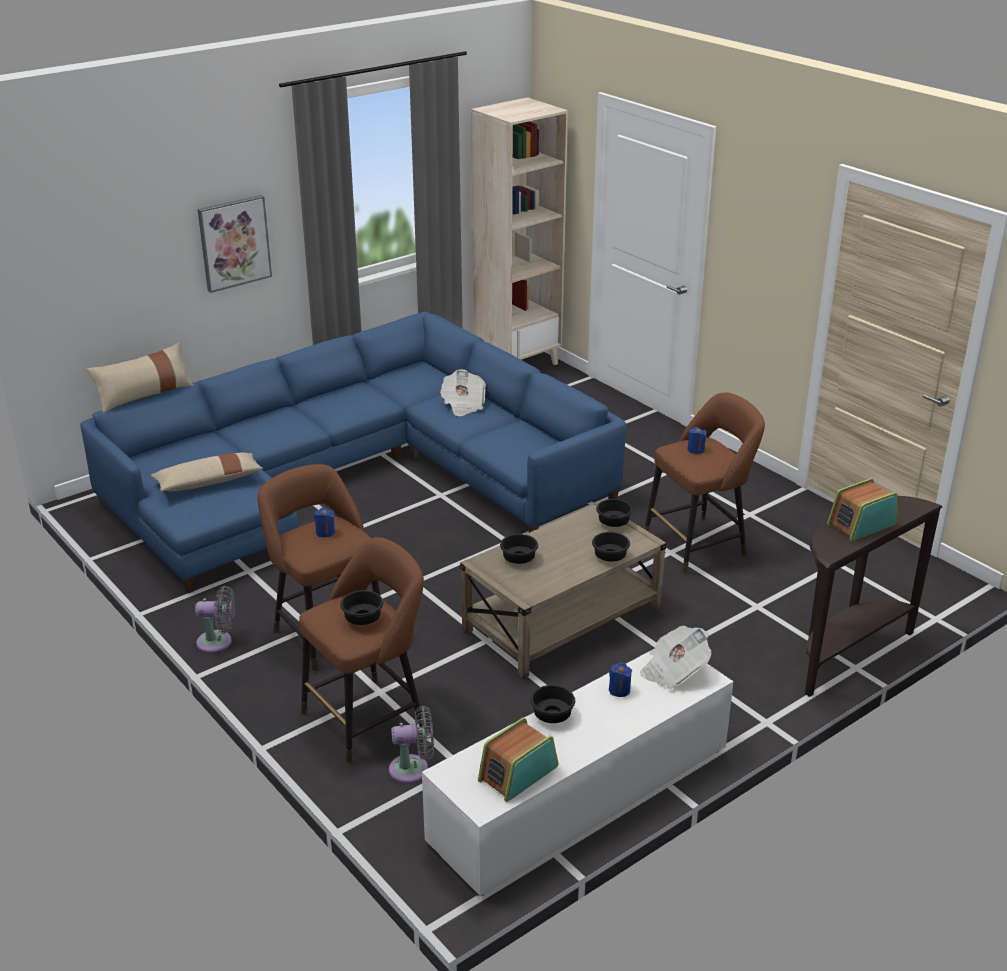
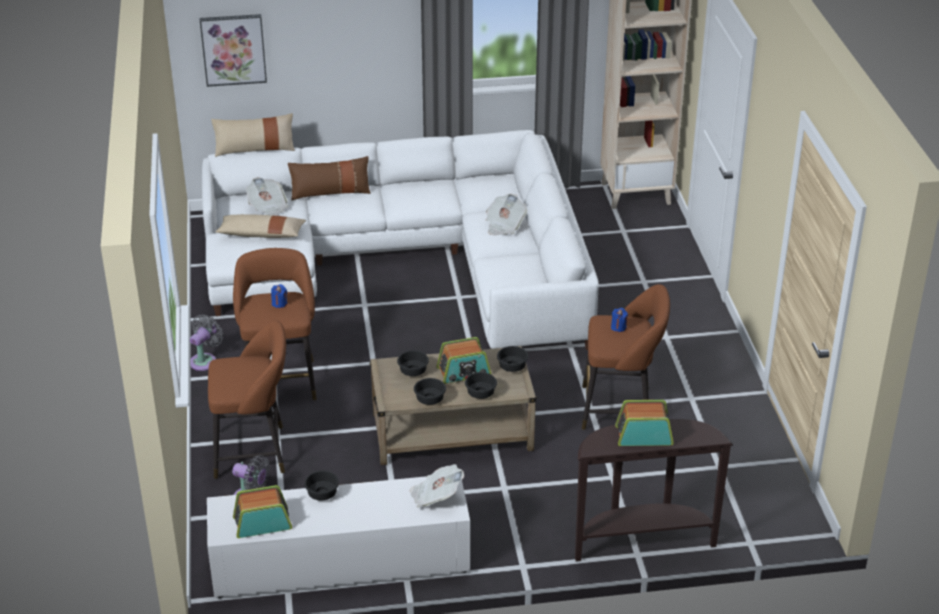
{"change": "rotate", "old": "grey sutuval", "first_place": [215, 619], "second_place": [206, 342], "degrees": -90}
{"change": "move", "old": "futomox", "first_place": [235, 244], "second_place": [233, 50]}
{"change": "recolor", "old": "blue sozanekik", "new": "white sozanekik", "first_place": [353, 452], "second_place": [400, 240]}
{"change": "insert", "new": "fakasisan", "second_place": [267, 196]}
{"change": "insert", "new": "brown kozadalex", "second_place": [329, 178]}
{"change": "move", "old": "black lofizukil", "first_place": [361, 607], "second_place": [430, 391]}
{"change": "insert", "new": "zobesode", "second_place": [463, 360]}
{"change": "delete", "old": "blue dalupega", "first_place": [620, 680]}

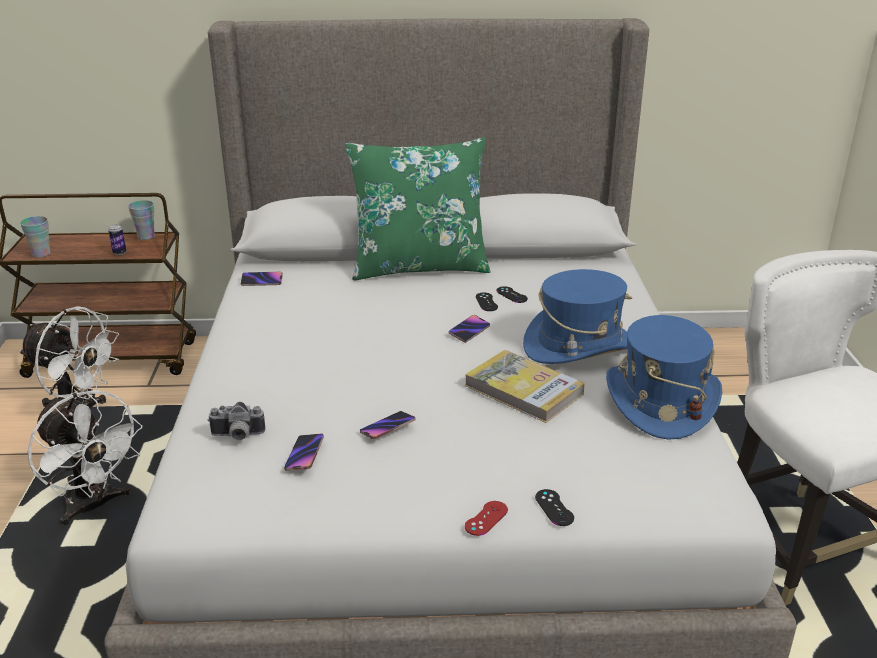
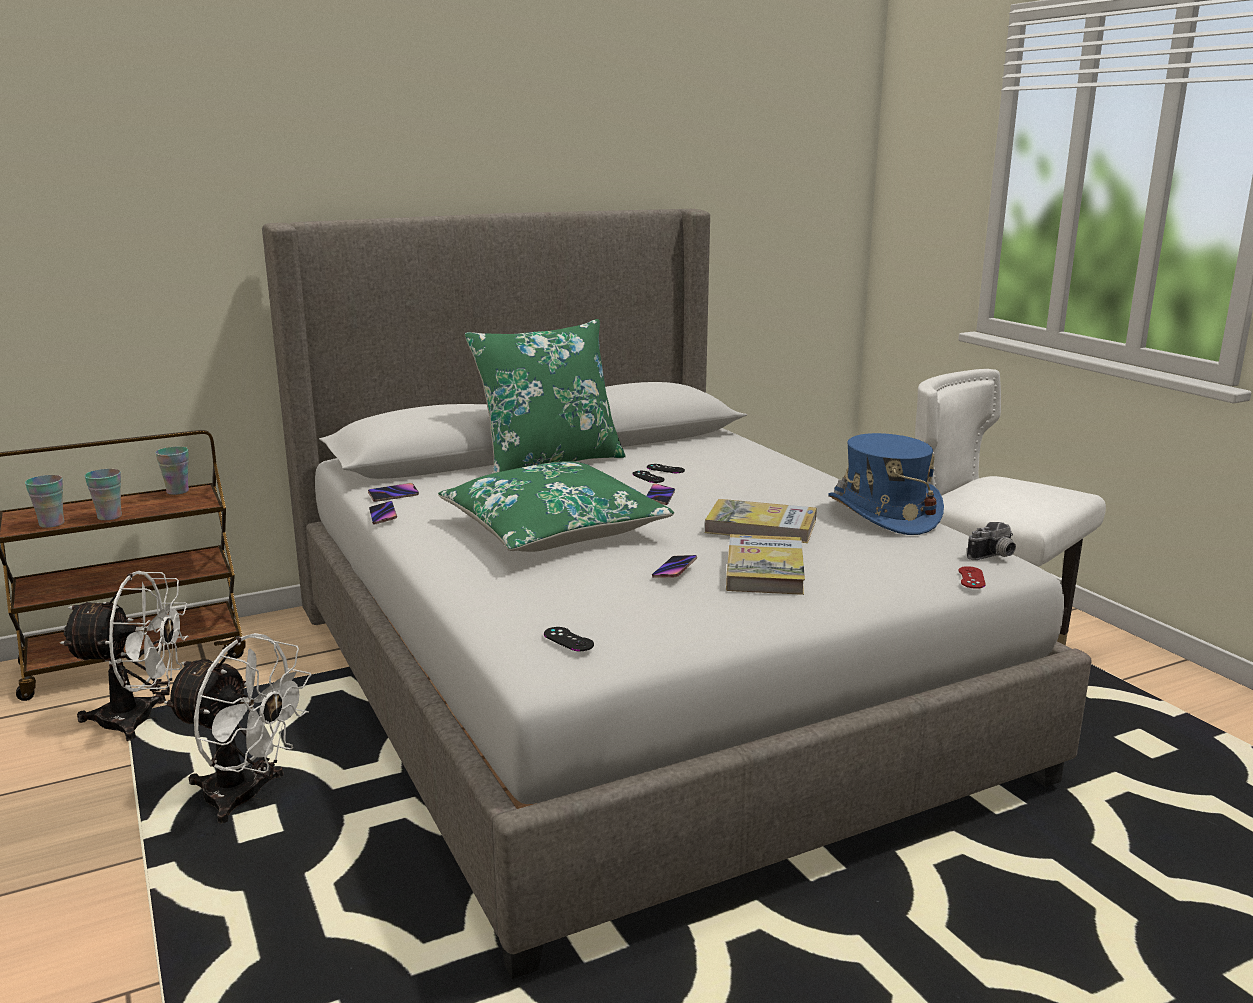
{"change": "insert", "new": "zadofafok", "second_place": [103, 494]}
{"change": "move", "old": "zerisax", "first_place": [304, 452], "second_place": [383, 513]}
{"change": "insert", "new": "green kozadalex", "second_place": [556, 506]}
{"change": "move", "old": "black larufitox", "first_place": [554, 507], "second_place": [569, 639]}
{"change": "insert", "new": "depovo", "second_place": [765, 564]}
{"change": "move", "old": "red larufitox", "first_place": [486, 518], "second_place": [972, 577]}
{"change": "move", "old": "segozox", "first_place": [236, 421], "second_place": [991, 541]}
{"change": "delete", "old": "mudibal", "first_place": [117, 239]}
{"change": "delete", "old": "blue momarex", "first_place": [577, 316]}

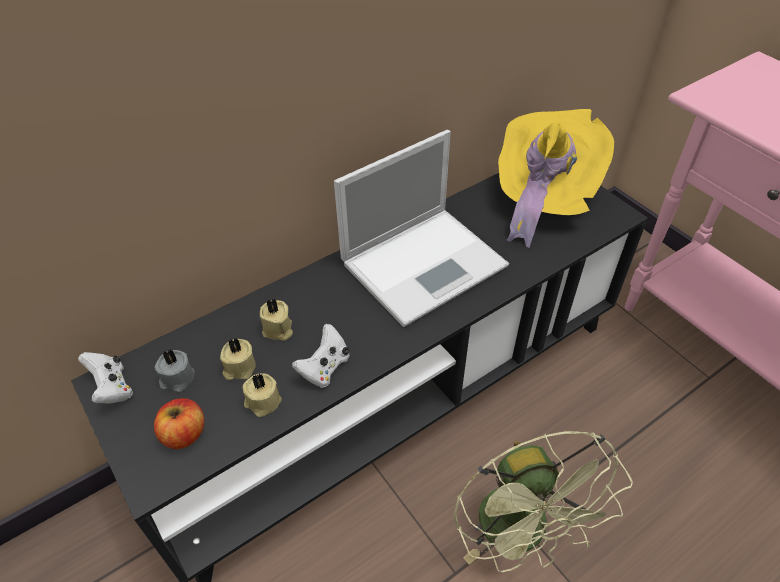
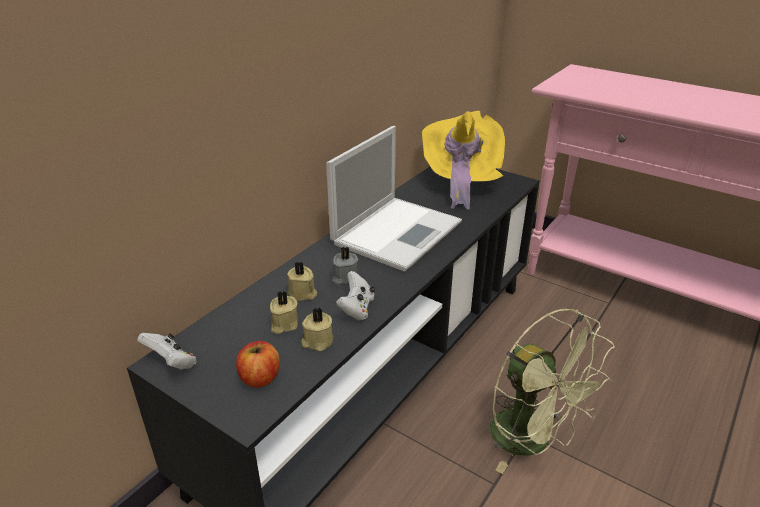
{"change": "move", "old": "grey dalupega", "first_place": [174, 370], "second_place": [345, 265]}

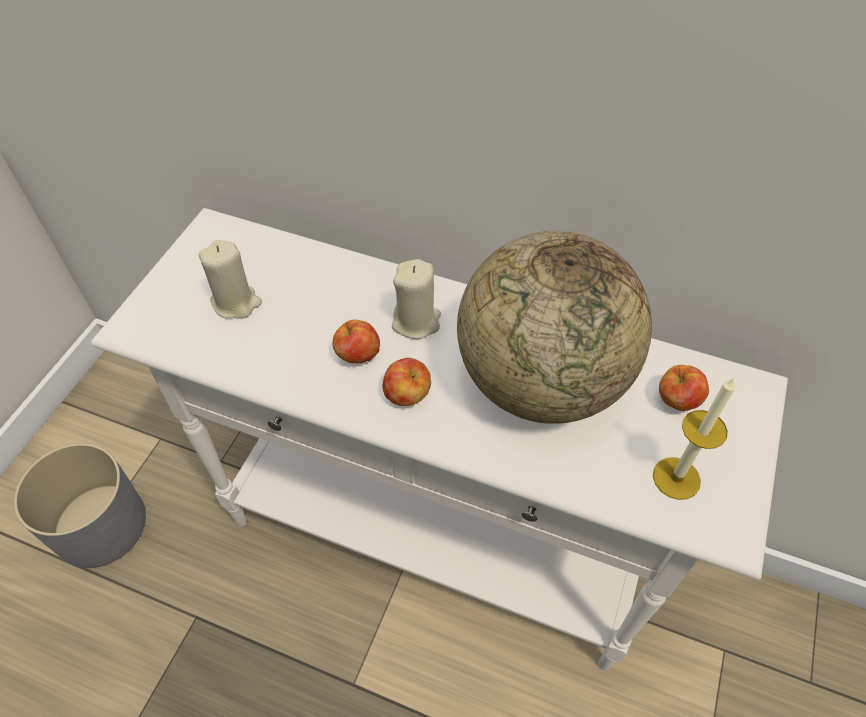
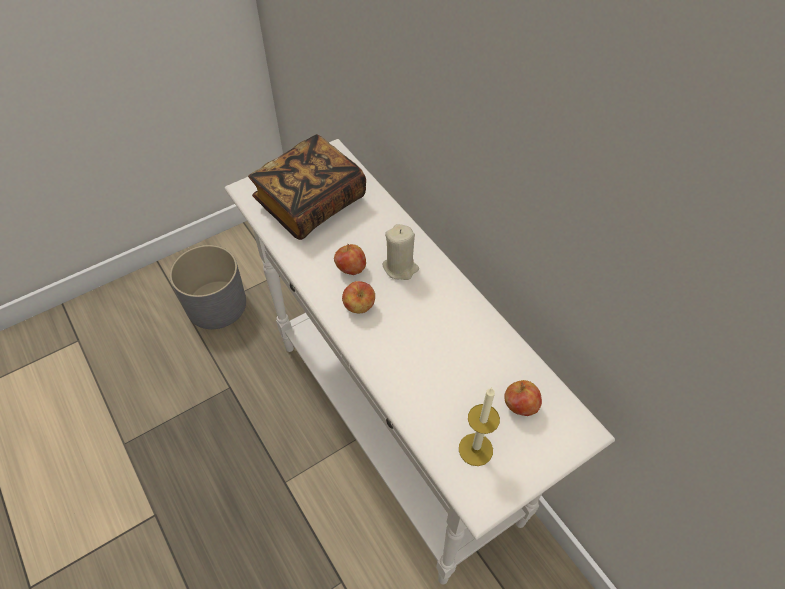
{"change": "replace", "old": "beige dalupega", "new": "depovo", "first_place": [230, 279], "second_place": [307, 187]}
{"change": "delete", "old": "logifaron", "first_place": [554, 327]}

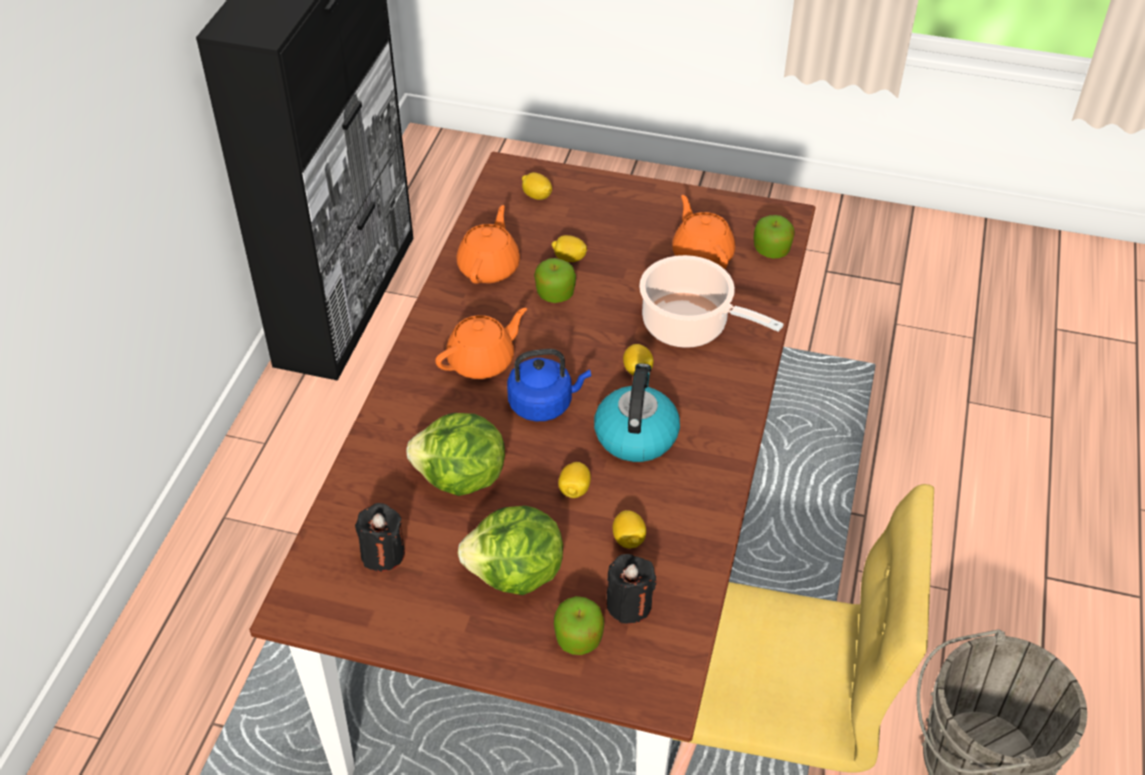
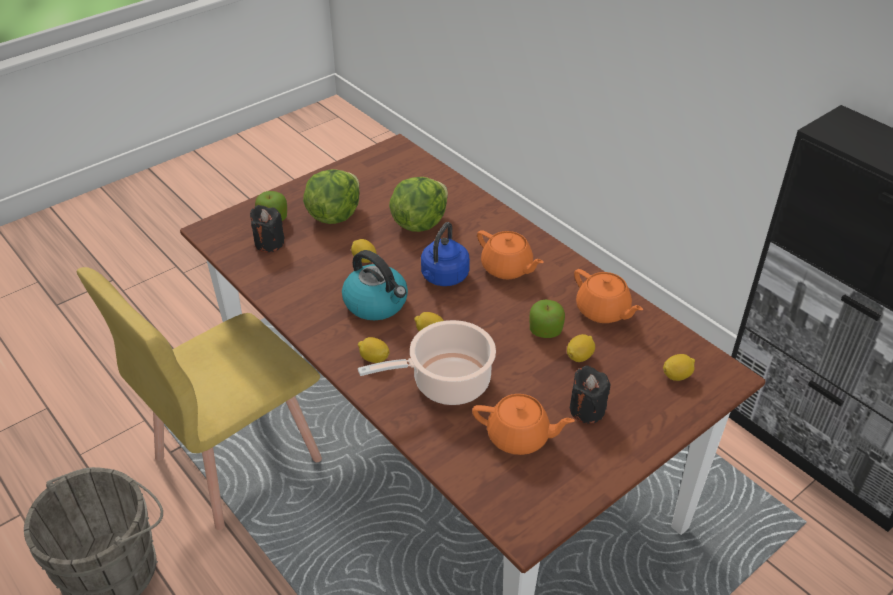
{"change": "move", "old": "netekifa", "first_place": [629, 529], "second_place": [374, 350]}
{"change": "rotate", "old": "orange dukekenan", "first_place": [481, 343], "second_place": [510, 254], "degrees": -45}
{"change": "move", "old": "black dalupega", "first_place": [380, 537], "second_place": [590, 394]}
{"change": "delete", "old": "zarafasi", "first_place": [774, 237]}

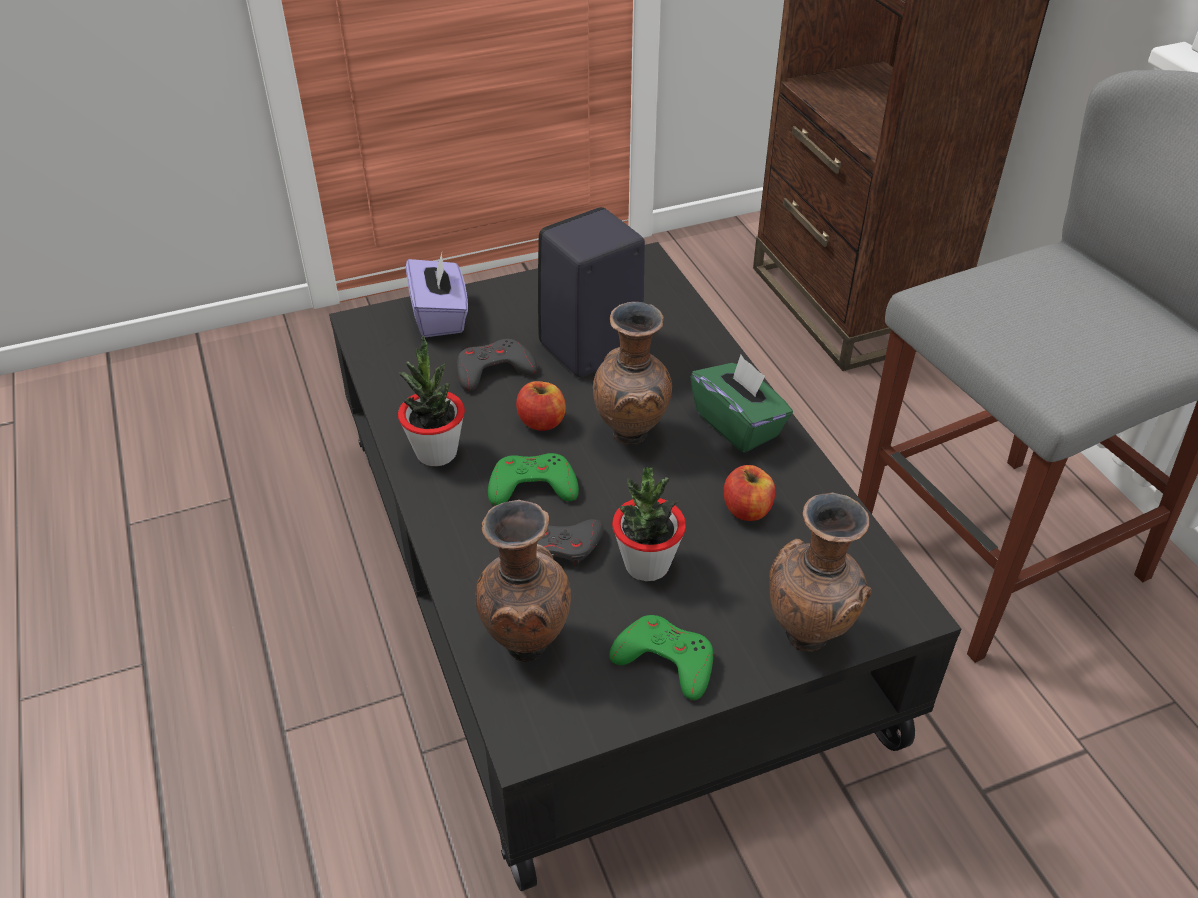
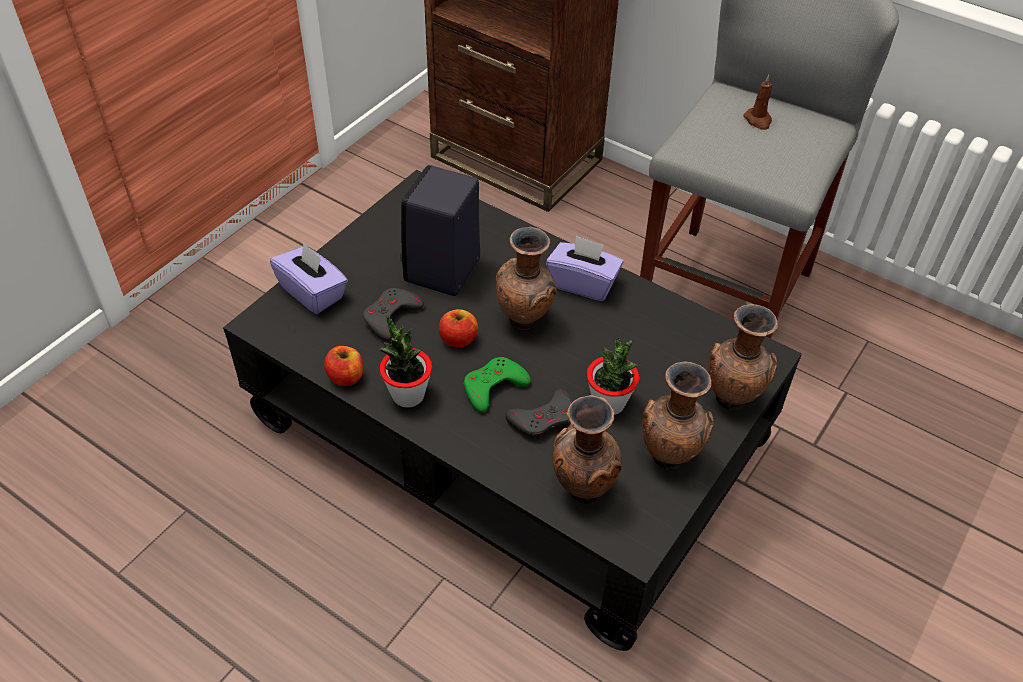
{"change": "move", "old": "zarafasi", "first_place": [749, 493], "second_place": [344, 366]}
{"change": "recolor", "old": "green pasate", "new": "purple pasate", "first_place": [741, 404], "second_place": [584, 268]}
{"change": "replace", "old": "green larufitox", "new": "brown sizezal", "first_place": [661, 657], "second_place": [678, 415]}
{"change": "insert", "new": "brown dalupega", "second_place": [757, 102]}

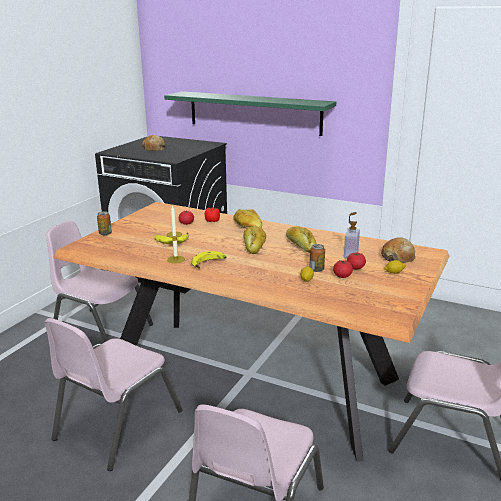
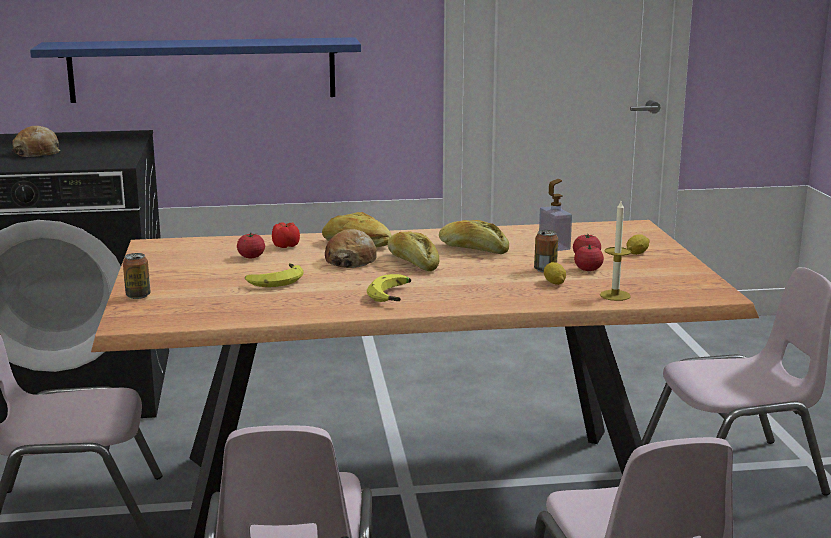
{"change": "recolor", "old": "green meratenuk", "new": "blue meratenuk", "first_place": [250, 113], "second_place": [195, 70]}
{"change": "move", "old": "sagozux", "first_place": [398, 250], "second_place": [351, 248]}
{"change": "move", "old": "dalupega", "first_place": [176, 234], "second_place": [615, 251]}

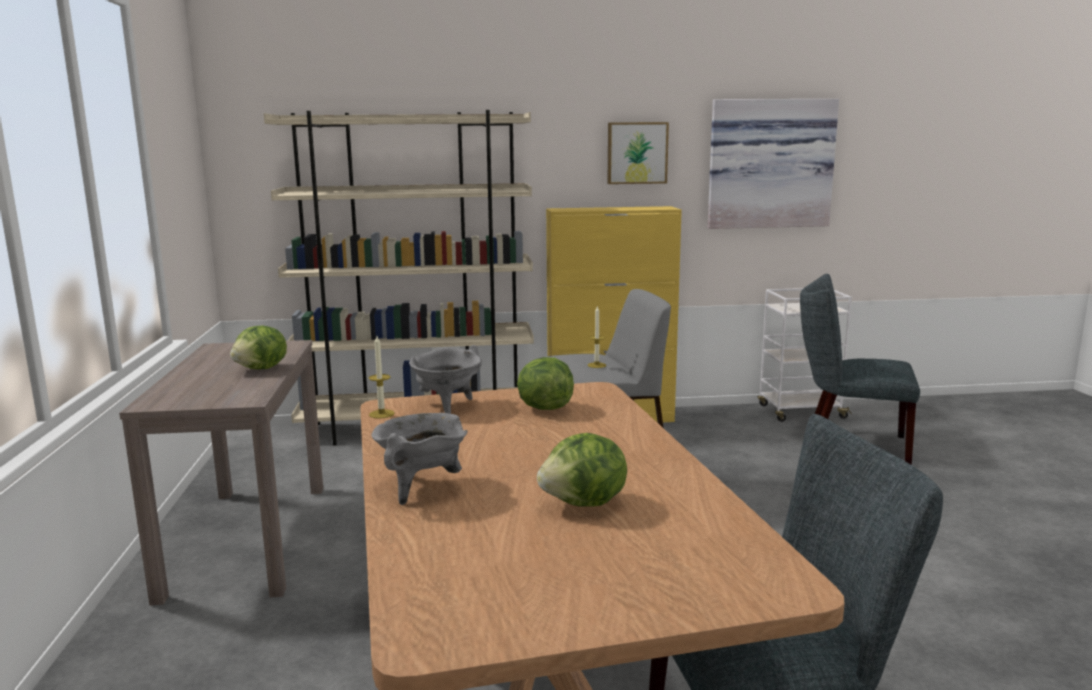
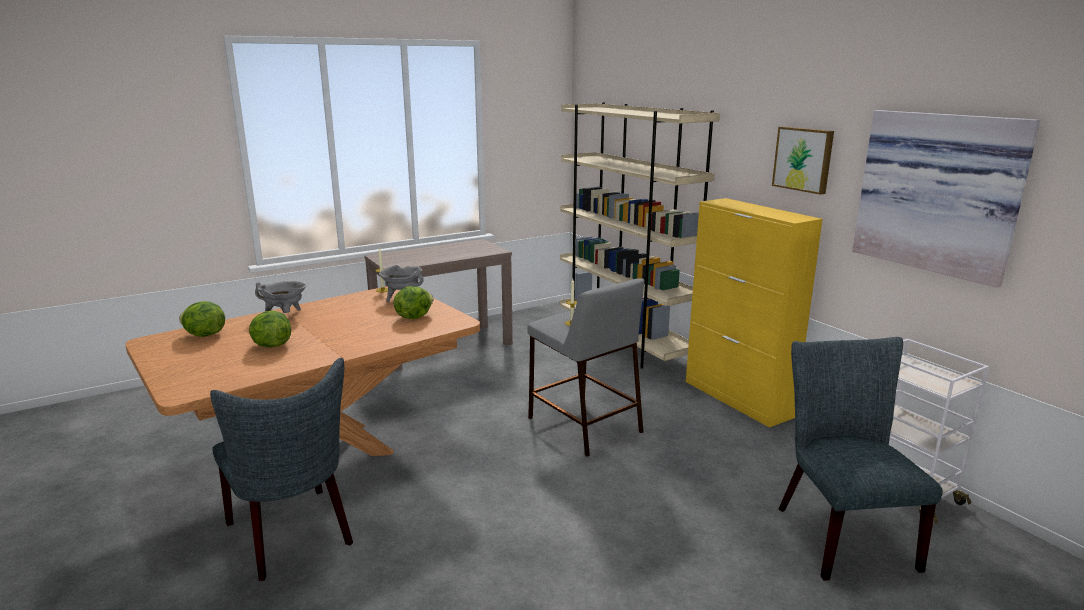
{"change": "move", "old": "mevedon", "first_place": [258, 347], "second_place": [202, 319]}

